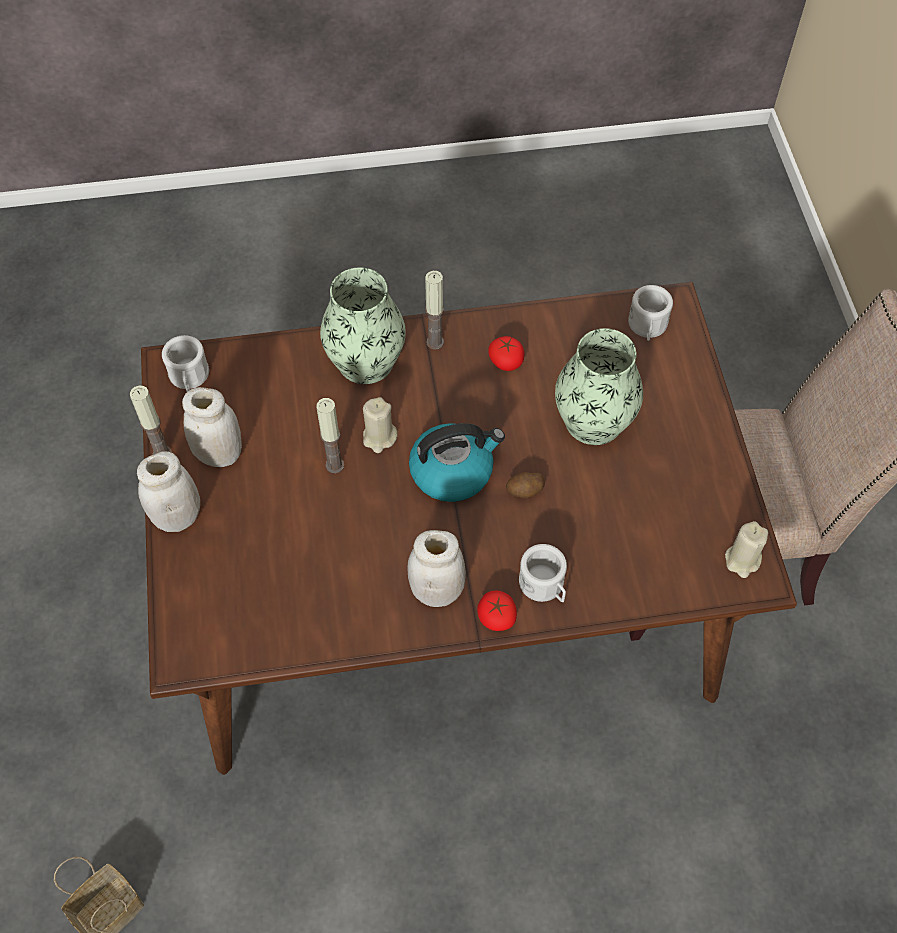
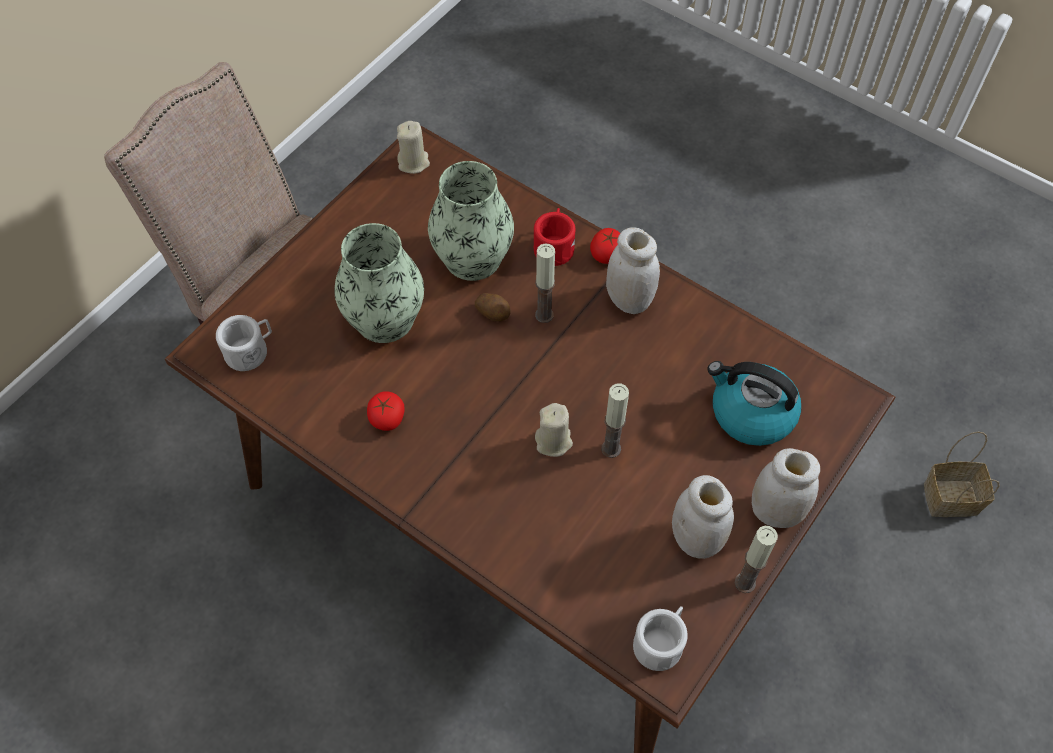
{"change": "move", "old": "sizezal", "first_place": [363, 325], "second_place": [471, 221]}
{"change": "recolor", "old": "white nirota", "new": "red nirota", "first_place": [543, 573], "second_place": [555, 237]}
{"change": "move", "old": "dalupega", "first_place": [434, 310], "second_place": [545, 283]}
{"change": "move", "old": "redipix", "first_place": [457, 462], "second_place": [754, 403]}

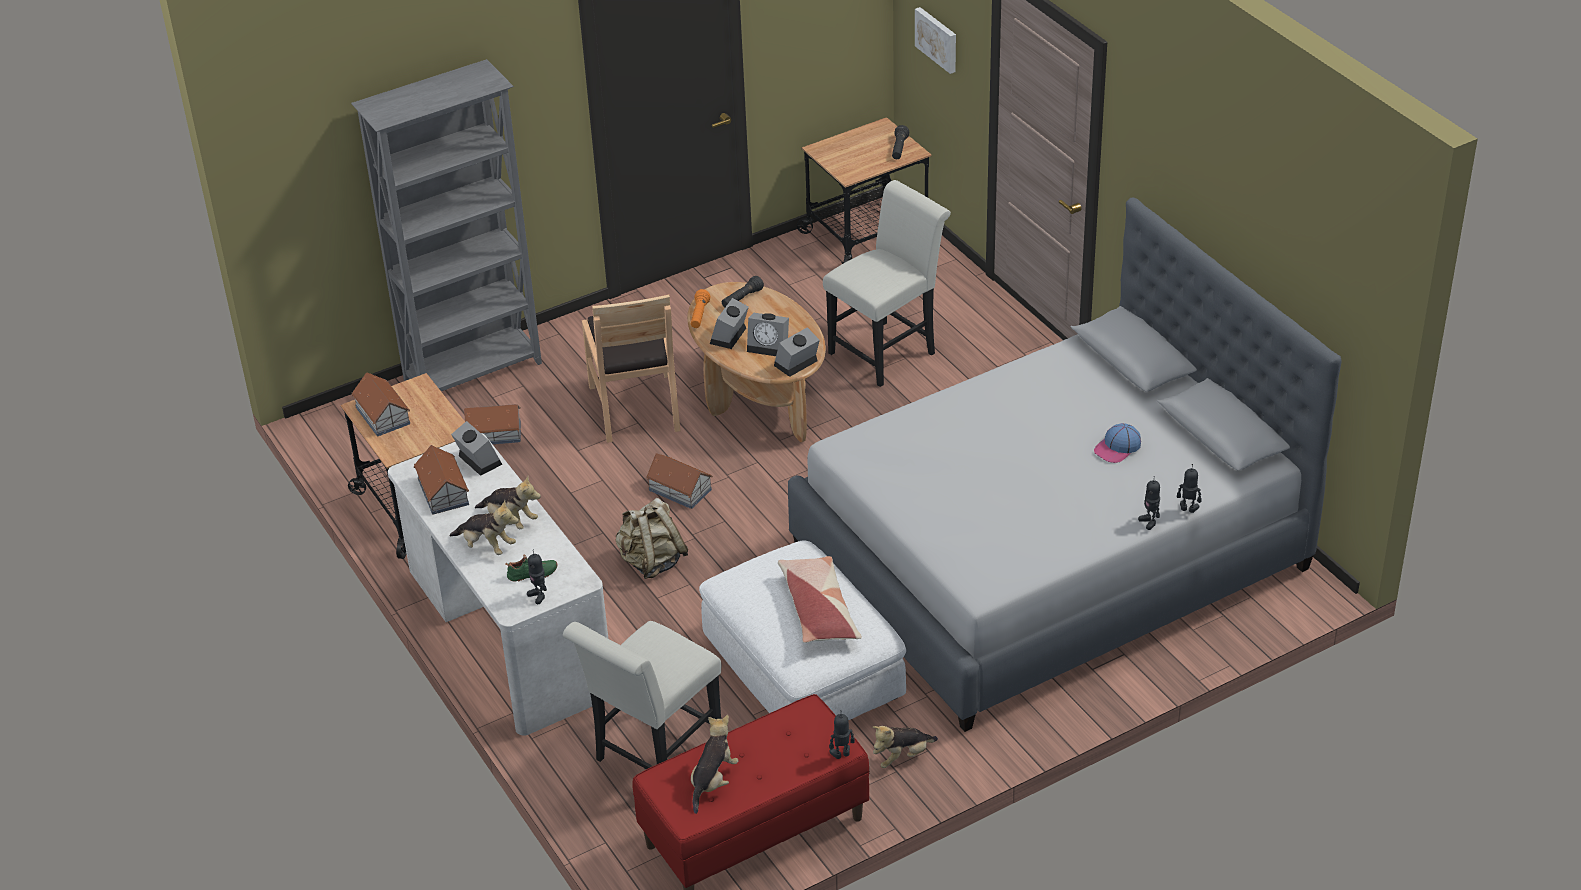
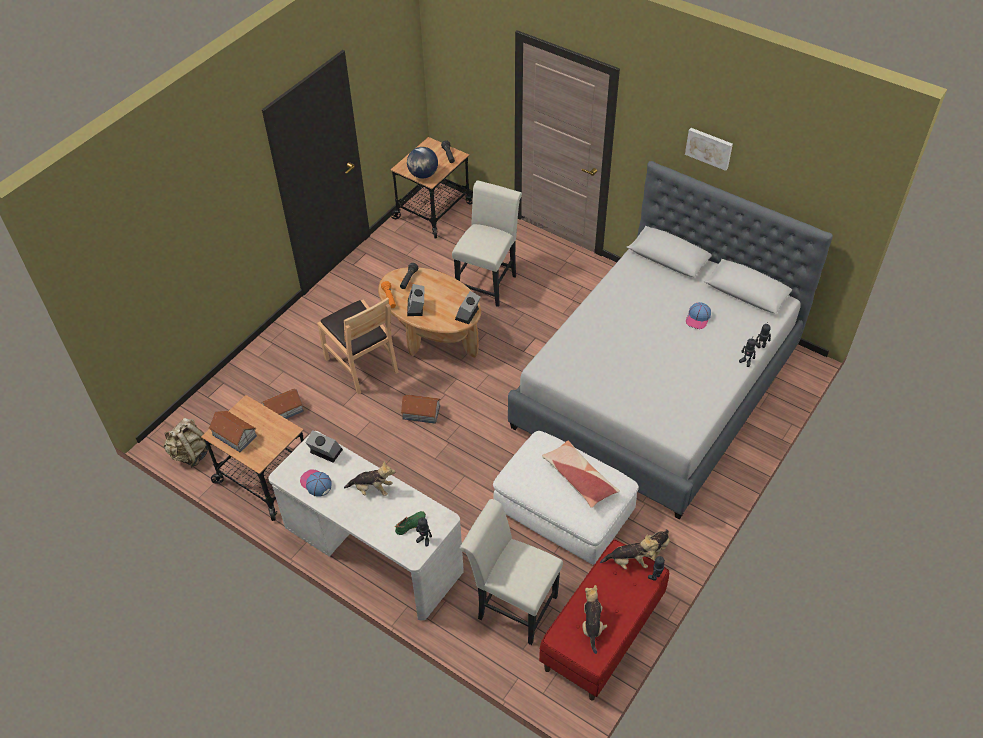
{"change": "move", "old": "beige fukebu", "first_place": [651, 538], "second_place": [188, 442]}
{"change": "replace", "old": "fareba", "new": "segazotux", "first_place": [441, 480], "second_place": [316, 483]}
{"change": "insert", "new": "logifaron", "second_place": [422, 163]}
{"change": "rotate", "old": "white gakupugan", "first_place": [642, 695], "second_place": [511, 572], "degrees": 105}
{"change": "move", "old": "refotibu", "first_place": [484, 527], "second_place": [628, 552]}
{"change": "move", "old": "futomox", "first_place": [935, 40], "second_place": [709, 149]}
{"change": "delete", "old": "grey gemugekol", "first_place": [446, 225]}
{"change": "delete", "old": "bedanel", "first_place": [768, 334]}

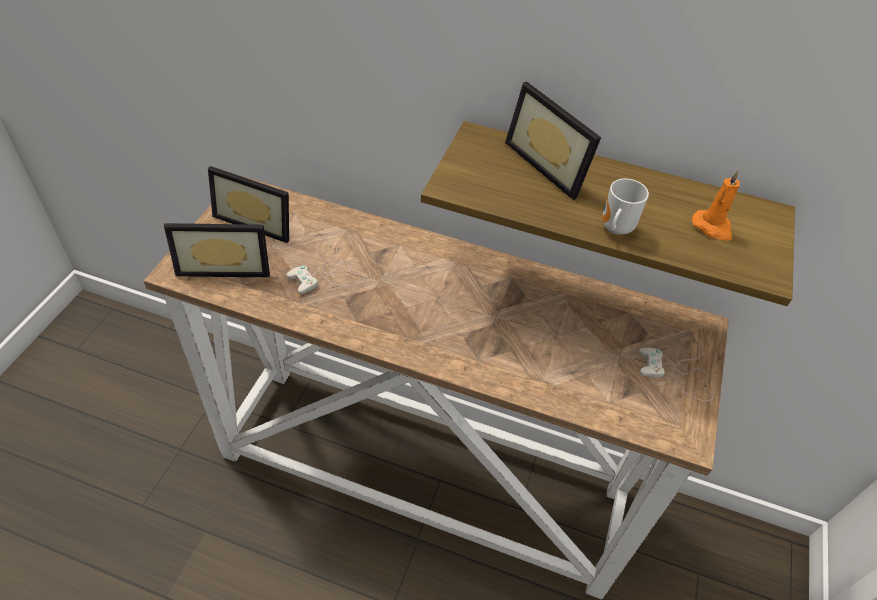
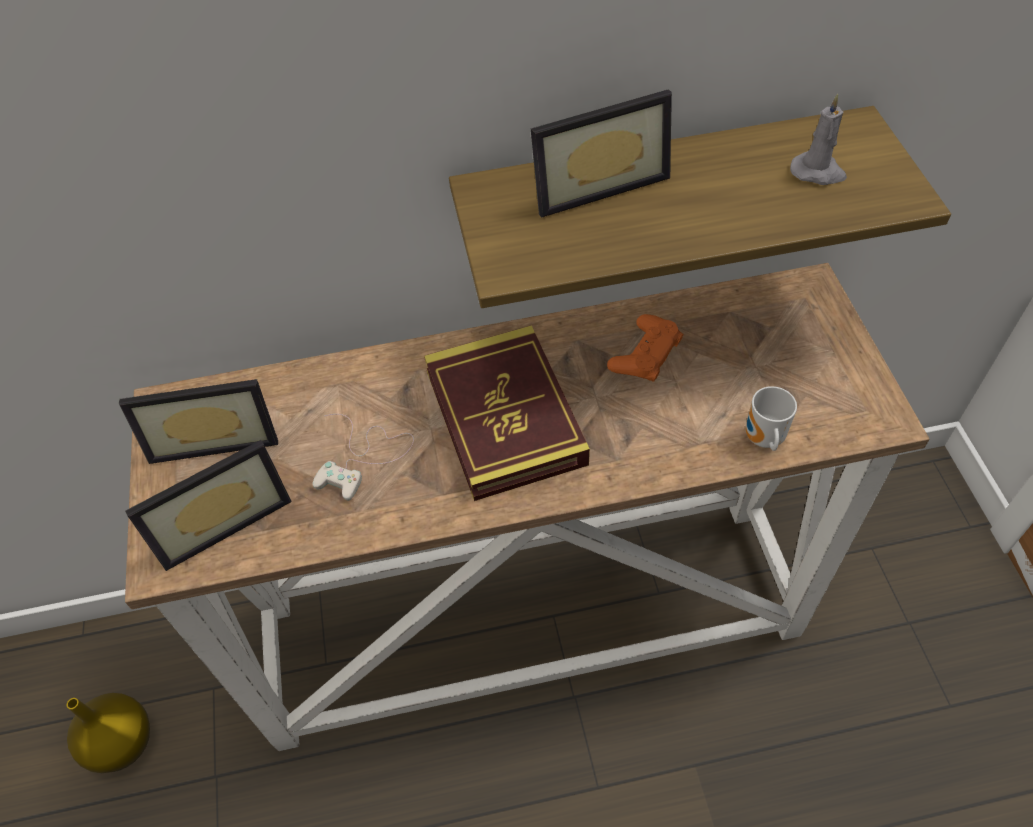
{"change": "insert", "new": "yellow sizezal", "second_place": [108, 733]}
{"change": "insert", "new": "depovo", "second_place": [507, 413]}
{"change": "rotate", "old": "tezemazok", "first_place": [553, 141], "second_place": [601, 153], "degrees": -45}
{"change": "insert", "new": "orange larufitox", "second_place": [645, 348]}
{"change": "move", "old": "nirota", "first_place": [625, 206], "second_place": [771, 418]}
{"change": "recolor", "old": "orange dalupega", "new": "grey dalupega", "first_place": [716, 205], "second_place": [818, 139]}
{"change": "delete", "old": "white larufitox", "first_place": [675, 370]}

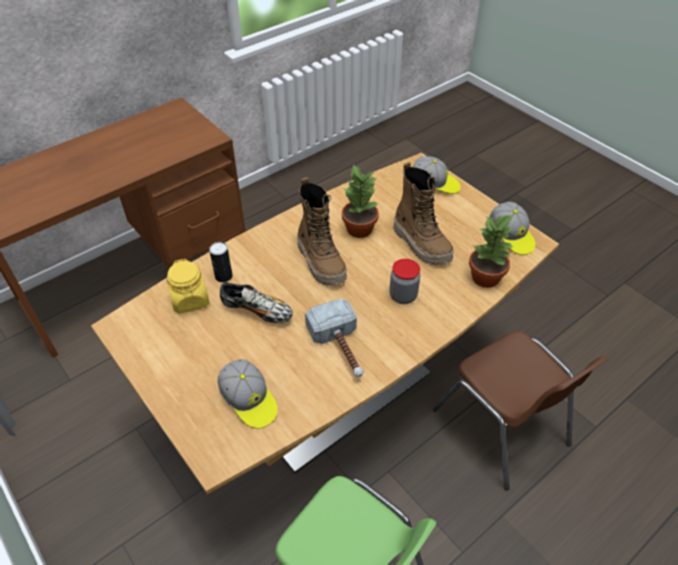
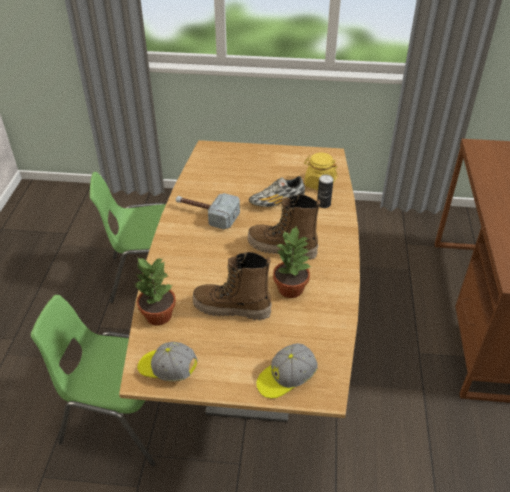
{"change": "recolor", "old": "brown gakupugan", "new": "green gakupugan", "first_place": [520, 411], "second_place": [93, 380]}
{"change": "delete", "old": "segazotux", "first_place": [247, 393]}
{"change": "delete", "old": "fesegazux", "first_place": [404, 281]}

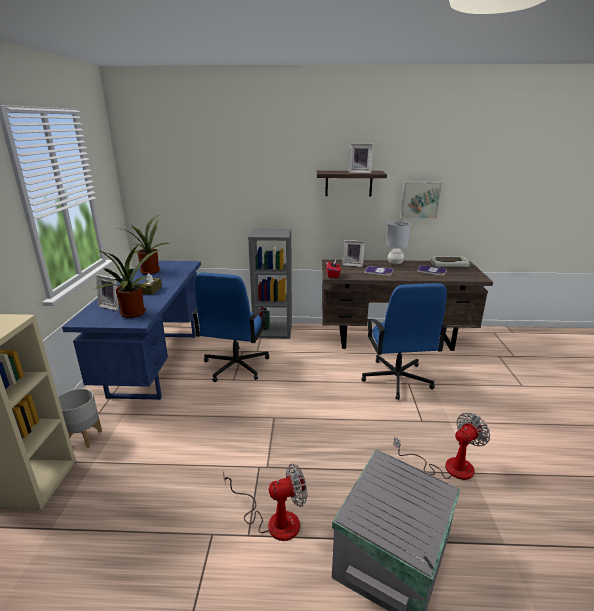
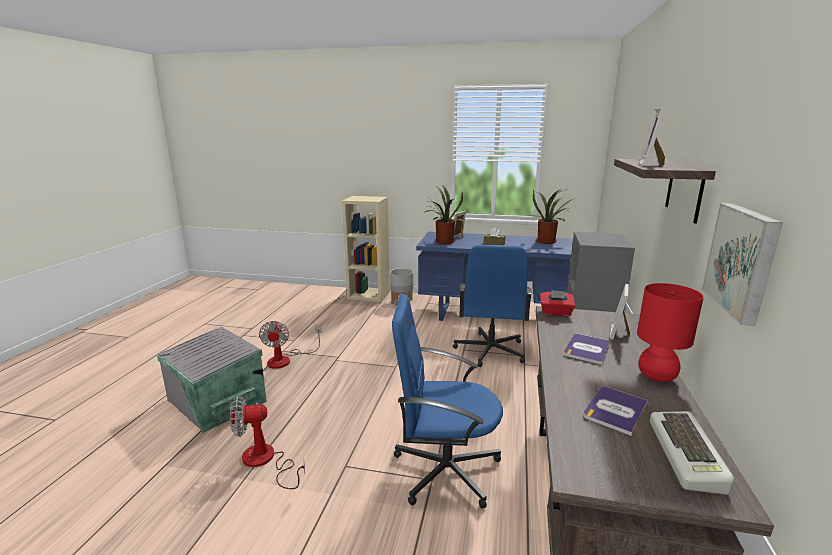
{"change": "rotate", "old": "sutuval", "first_place": [442, 446], "second_place": [267, 442], "degrees": 105}
{"change": "rotate", "old": "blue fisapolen", "first_place": [230, 327], "second_place": [493, 306], "degrees": -105}
{"change": "recolor", "old": "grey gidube", "new": "red gidube", "first_place": [398, 243], "second_place": [670, 332]}

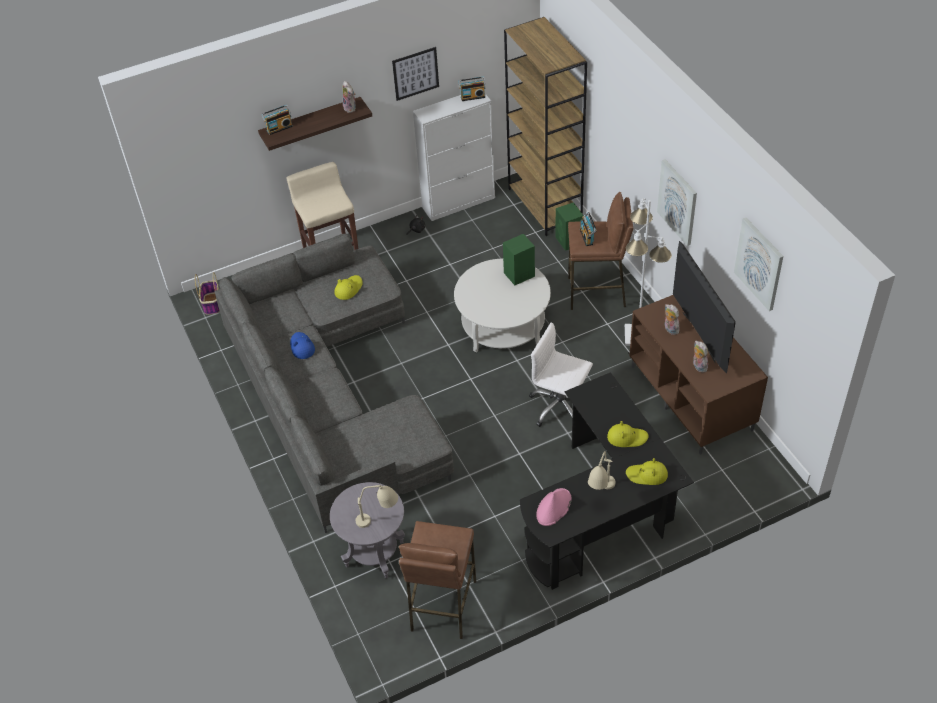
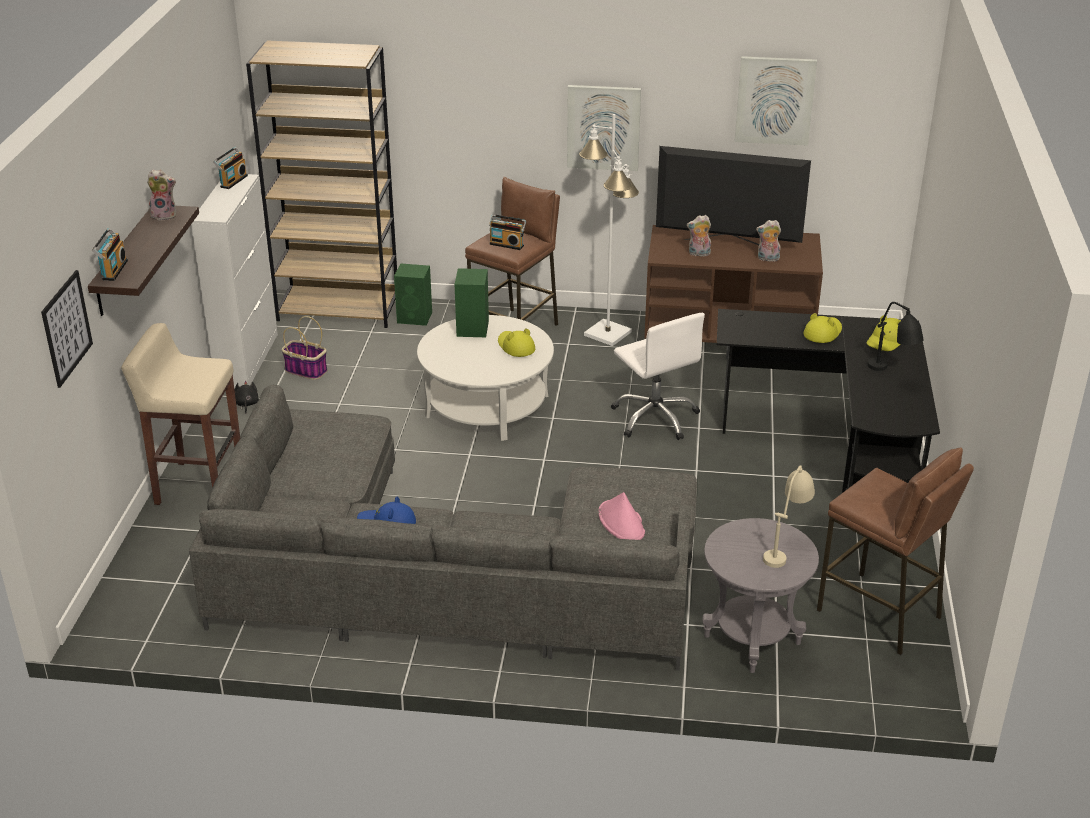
{"change": "move", "old": "futomox", "first_place": [415, 74], "second_place": [67, 329]}
{"change": "move", "old": "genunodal", "first_place": [207, 293], "second_place": [304, 348]}
{"change": "move", "old": "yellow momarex", "first_place": [349, 287], "second_place": [516, 342]}
{"change": "move", "old": "pink momarex", "first_place": [554, 507], "second_place": [622, 516]}
{"change": "rotate", "old": "white fisapolen", "first_place": [561, 374], "second_place": [658, 376], "degrees": -90}
{"change": "recolor", "old": "beige gidube", "new": "black gidube", "first_place": [601, 470], "second_place": [896, 336]}

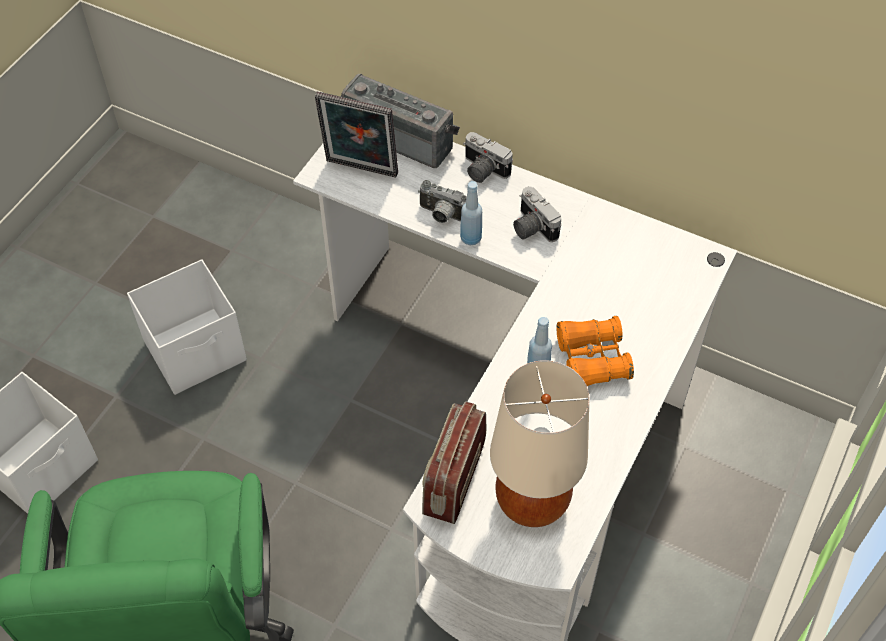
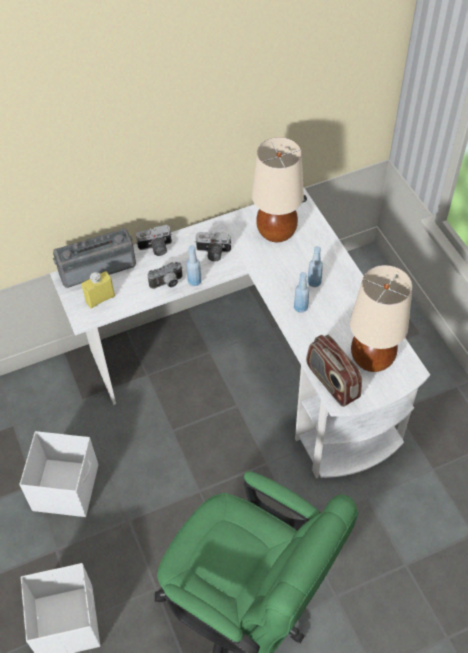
{"change": "replace", "old": "tezemazok", "new": "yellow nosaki", "first_place": [356, 135], "second_place": [98, 290]}
{"change": "insert", "new": "beige gidube", "second_place": [278, 189]}
{"change": "replace", "old": "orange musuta", "new": "blue nosaki", "first_place": [595, 351], "second_place": [315, 266]}

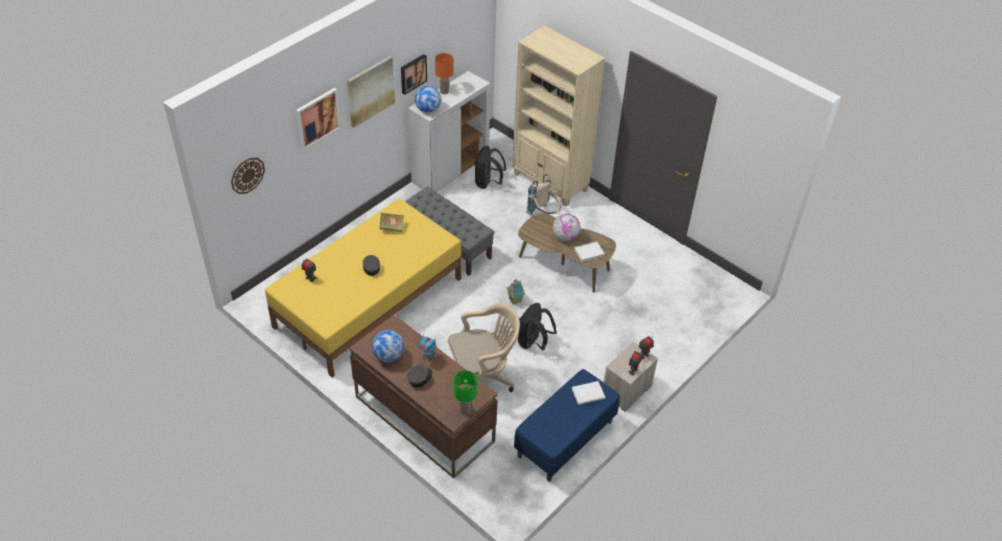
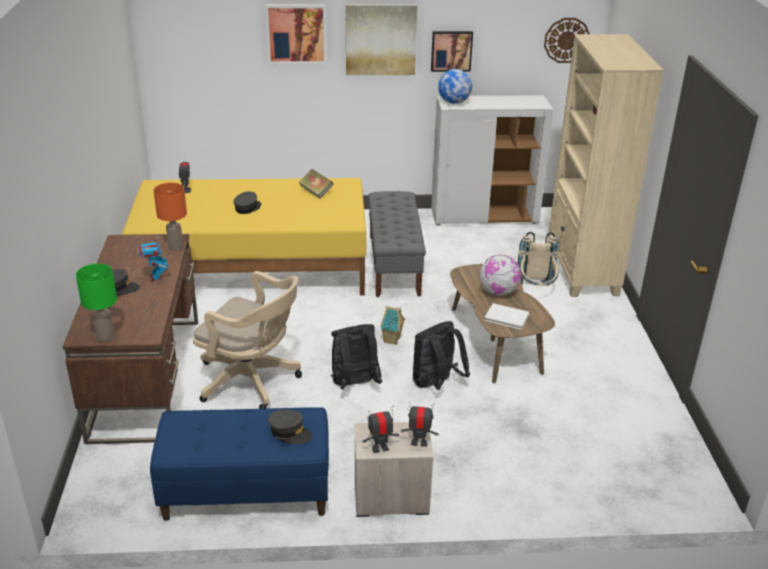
{"change": "move", "old": "orange gidube", "first_place": [444, 73], "second_place": [170, 217]}
{"change": "replace", "old": "white depovo", "new": "grey segazotux", "first_place": [588, 393], "second_place": [290, 426]}
{"change": "move", "old": "black fukebu", "first_place": [490, 167], "second_place": [441, 355]}
{"change": "move", "old": "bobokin", "first_place": [248, 176], "second_place": [567, 40]}
{"change": "delete", "old": "logifaron", "first_place": [388, 346]}

